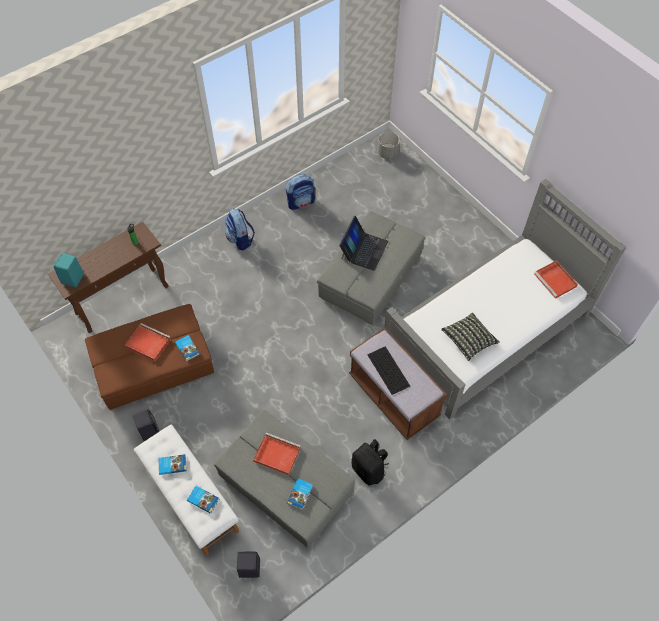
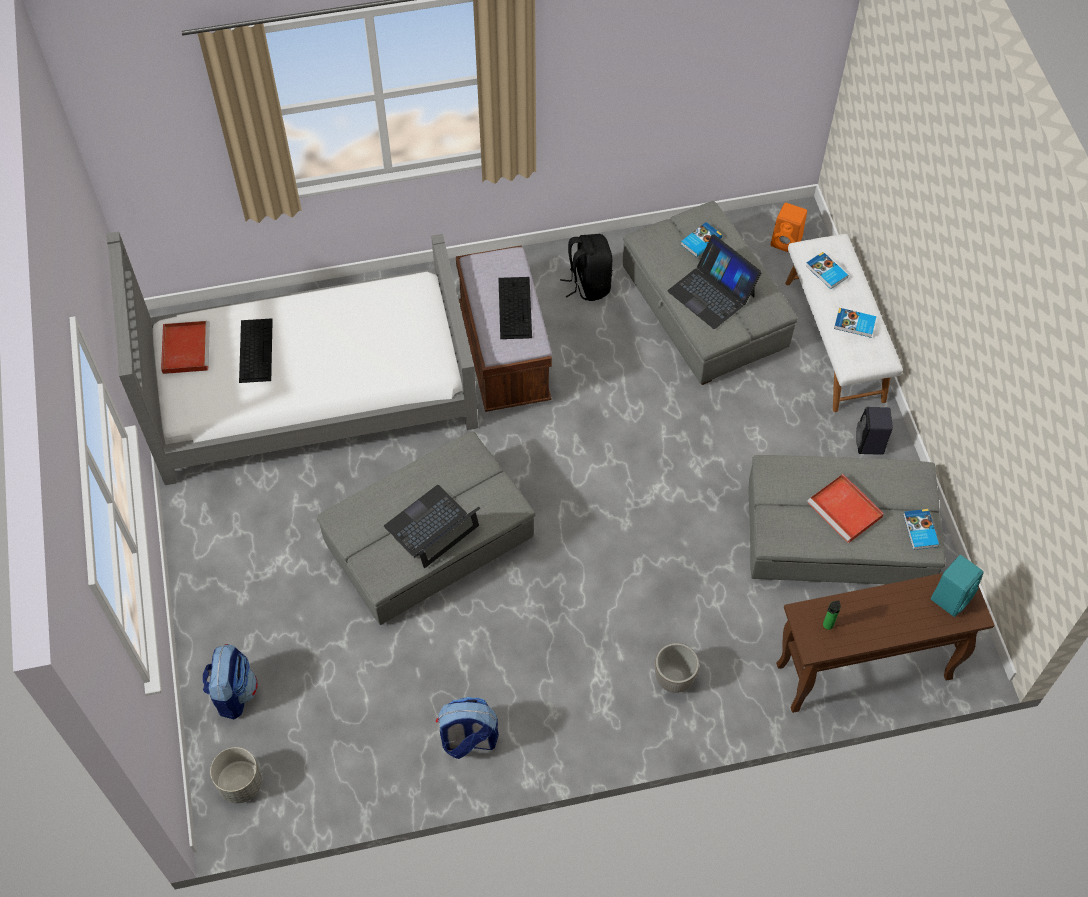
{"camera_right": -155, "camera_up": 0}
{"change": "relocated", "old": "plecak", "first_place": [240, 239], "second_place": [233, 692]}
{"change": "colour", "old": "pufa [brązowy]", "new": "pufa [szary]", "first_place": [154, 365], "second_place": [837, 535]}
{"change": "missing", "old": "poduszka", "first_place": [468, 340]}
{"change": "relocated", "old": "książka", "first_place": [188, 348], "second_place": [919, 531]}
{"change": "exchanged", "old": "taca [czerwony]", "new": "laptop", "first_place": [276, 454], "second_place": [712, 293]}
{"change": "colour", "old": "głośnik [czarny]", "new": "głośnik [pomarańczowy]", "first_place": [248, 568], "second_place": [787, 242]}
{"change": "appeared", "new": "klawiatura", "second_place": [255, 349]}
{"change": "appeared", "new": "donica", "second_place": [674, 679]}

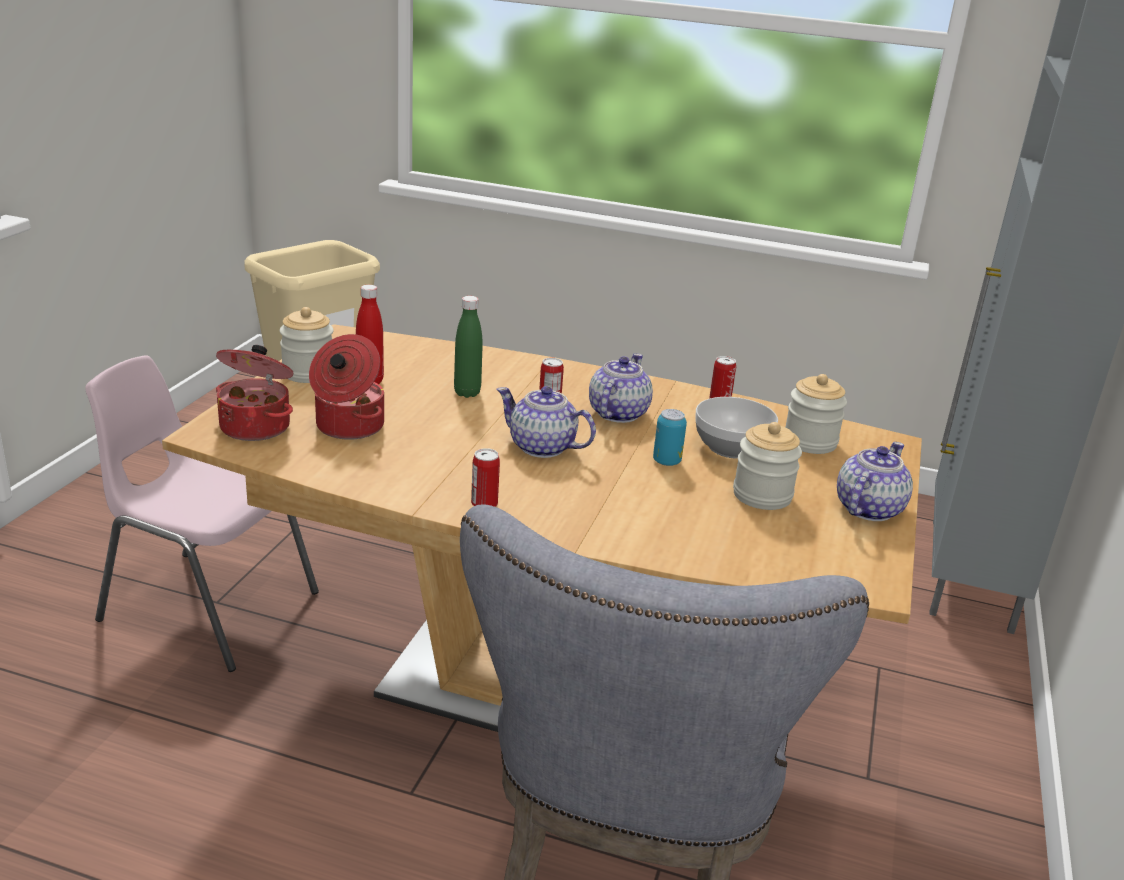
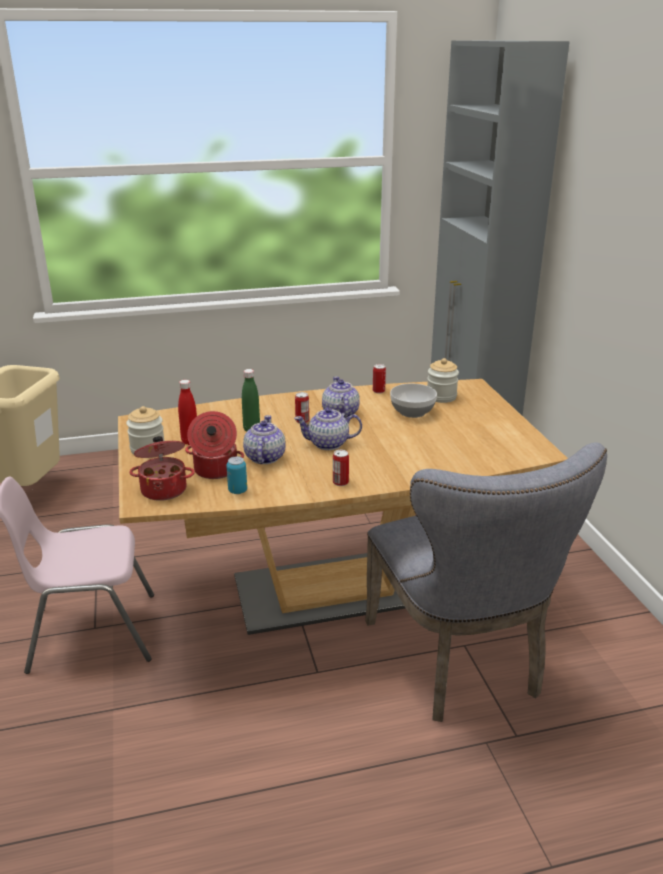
{"camera_right": -30, "camera_up": 0}
{"change": "relocated", "old": "puszka", "first_place": [666, 461], "second_place": [237, 491]}
{"change": "missing", "old": "słoik", "first_place": [762, 495]}
{"change": "relocated", "old": "imbryk", "first_place": [867, 509], "second_place": [264, 458]}

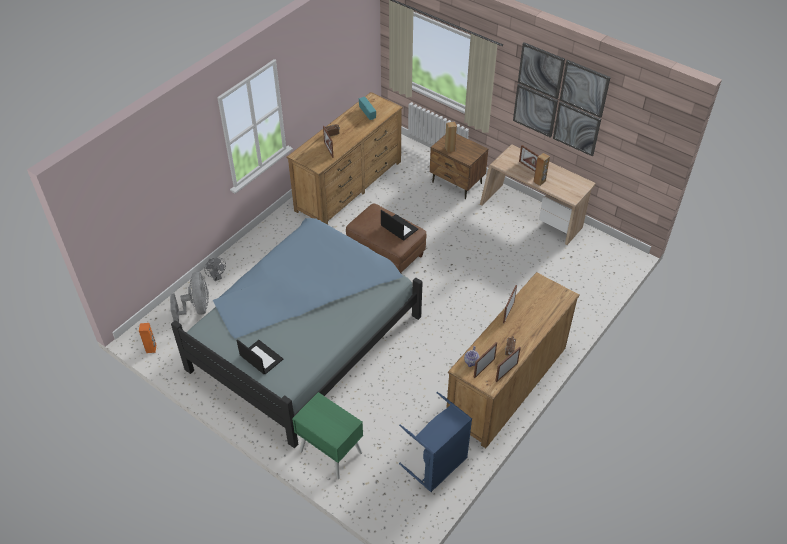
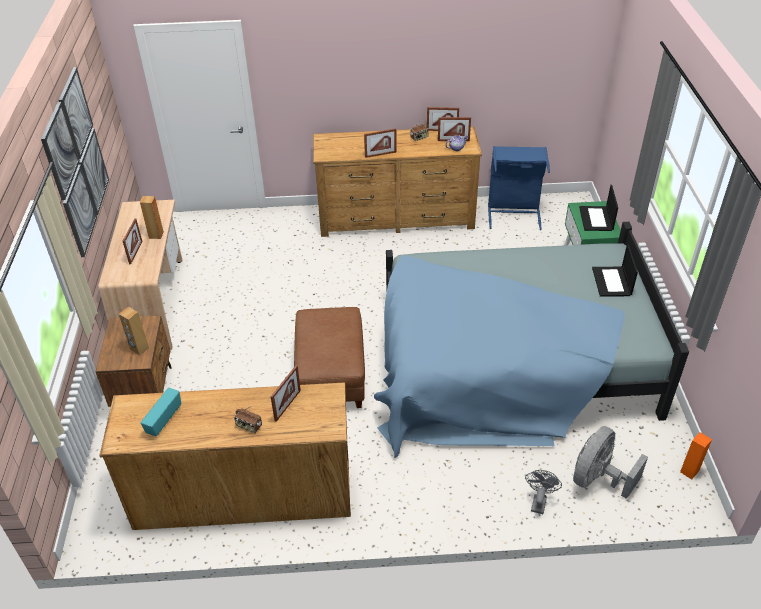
{"camera_right": -130, "camera_up": -5}
{"change": "relocated", "old": "laptop", "first_place": [398, 227], "second_place": [596, 219]}

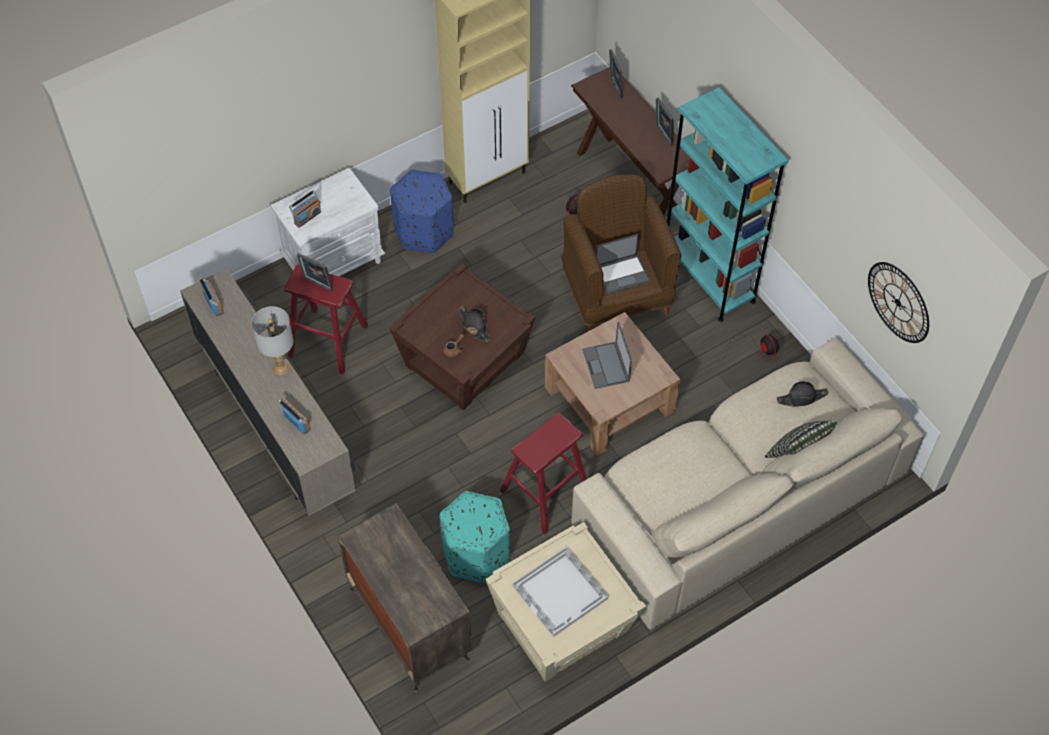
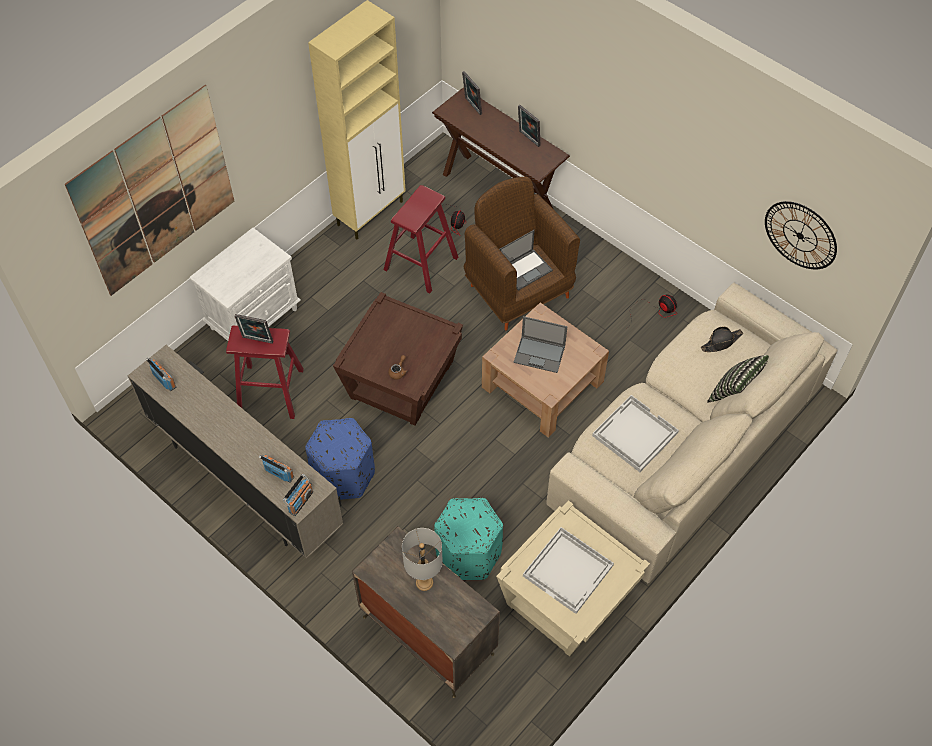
{"camera_right": -15, "camera_up": 0}
{"change": "missing", "old": "regał [turkusowy]", "first_place": [708, 277]}
{"change": "relocated", "old": "pufa [niebieski]", "first_place": [424, 231], "second_place": [344, 475]}
{"change": "relocated", "old": "radio", "first_place": [307, 217], "second_place": [300, 502]}
{"change": "relocated", "old": "lampa stołowa [szary]", "first_place": [280, 368], "second_place": [424, 582]}
{"change": "missing", "old": "kapelusz [czarny]", "first_place": [474, 326]}
{"change": "spun", "old": "laptop", "first_place": [606, 366], "second_place": [540, 354], "degrees": -45}
{"change": "relocated", "old": "stołek [czerwony]", "first_place": [545, 493], "second_place": [421, 263]}
{"change": "appeared", "new": "obraz", "second_place": [155, 192]}
{"change": "appeared", "new": "taca [biały]", "second_place": [634, 434]}

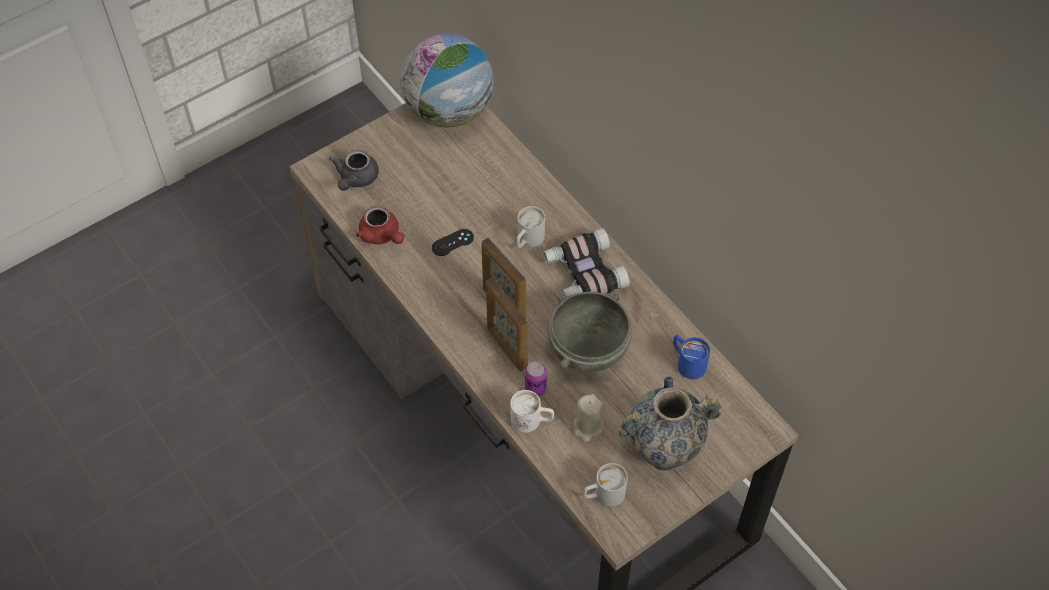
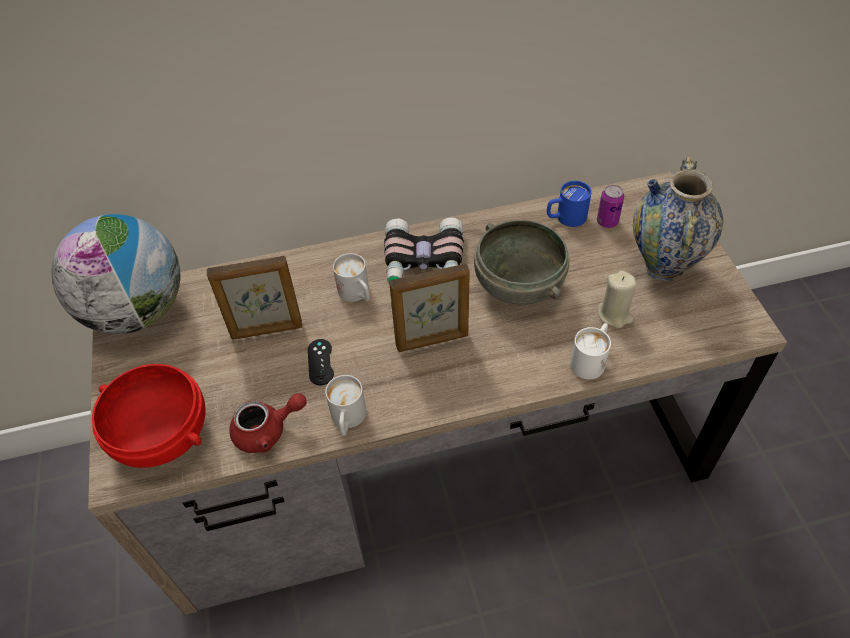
{"camera_right": -65, "camera_up": -5}
{"change": "exchanged", "old": "imbryk [szary]", "new": "miska [czerwony]", "first_place": [355, 179], "second_place": [164, 435]}
{"change": "relocated", "old": "ramka na zdjęcie", "first_place": [506, 347], "second_place": [267, 330]}
{"change": "relocated", "old": "puszka", "first_place": [535, 389], "second_place": [607, 221]}
{"change": "relocated", "old": "kubek [biały]", "first_place": [603, 495], "second_place": [348, 420]}

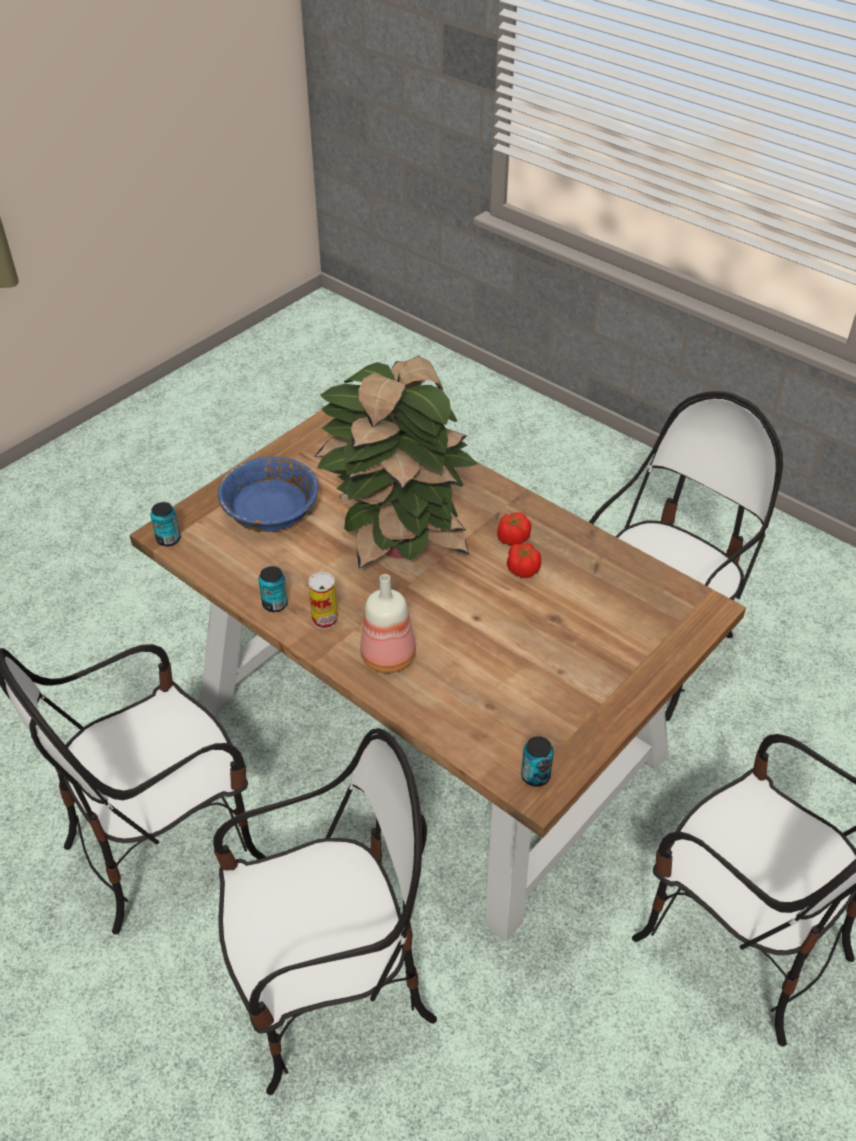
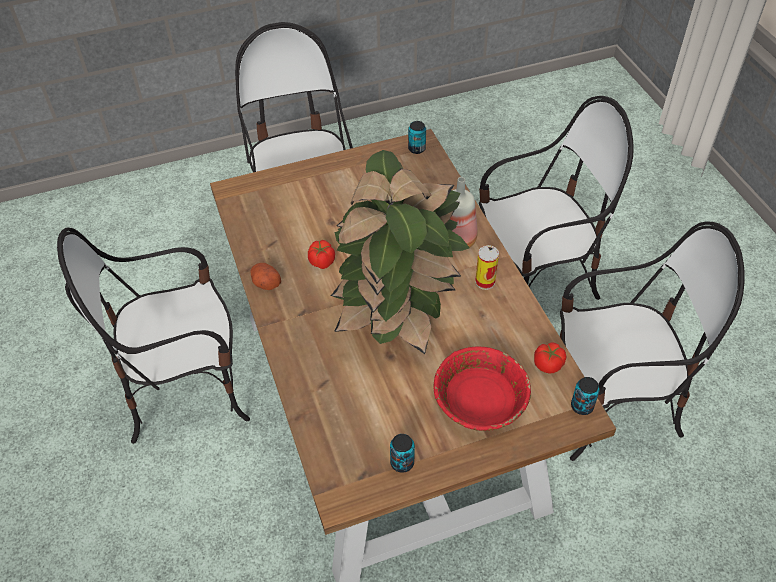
{"camera_right": -150, "camera_up": 5}
{"change": "colour", "old": "miska [niebieski]", "new": "miska [czerwony]", "first_place": [270, 509], "second_place": [480, 400]}
{"change": "relocated", "old": "pomidor", "first_place": [513, 539], "second_place": [548, 364]}
{"change": "relocated", "old": "puszka", "first_place": [275, 604], "second_place": [402, 463]}
{"change": "spun", "old": "krzesło", "first_place": [330, 991], "second_place": [534, 286], "degrees": 150}
{"change": "appeared", "new": "ziemniak", "second_place": [265, 282]}

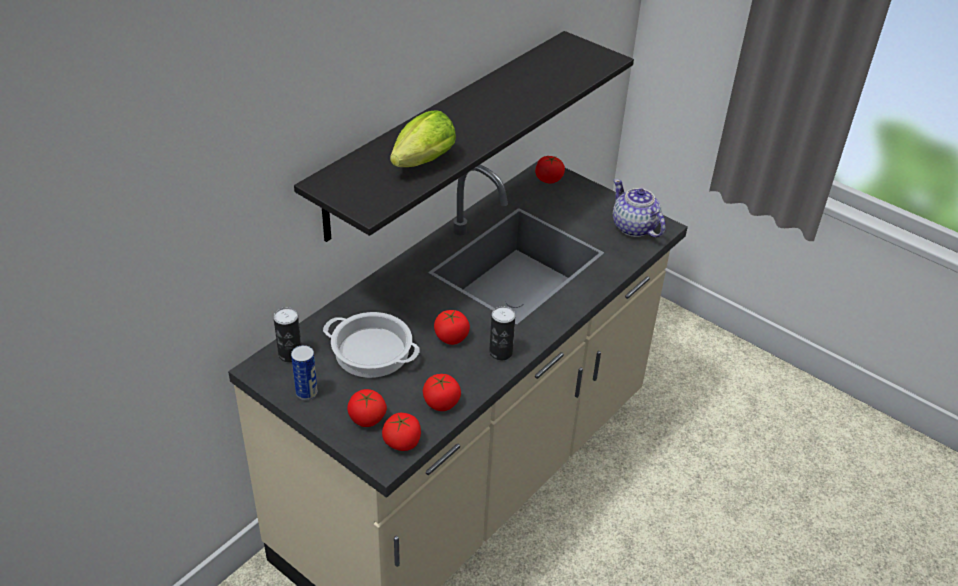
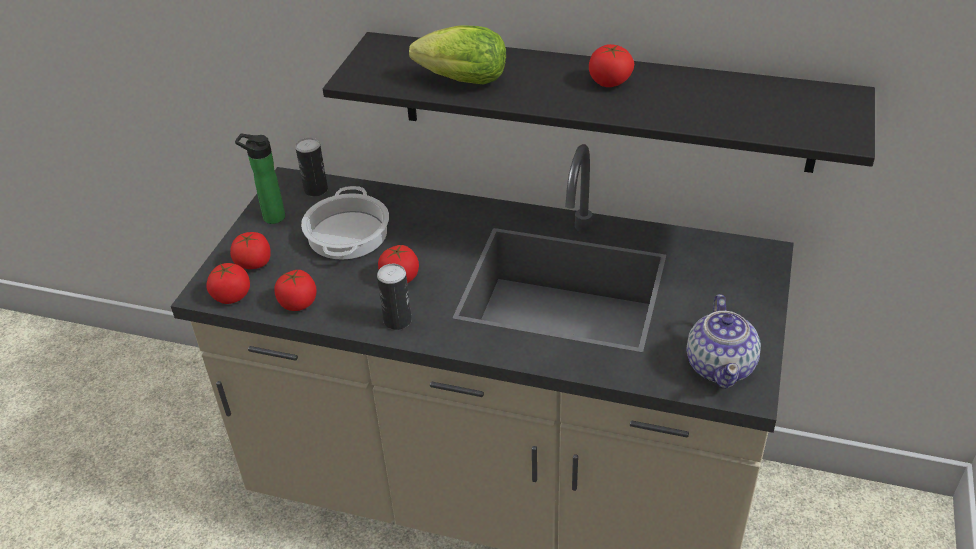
{"camera_right": 70, "camera_up": 0}
{"change": "relocated", "old": "pomidor", "first_place": [548, 179], "second_place": [609, 82]}
{"change": "spun", "old": "imbryk", "first_place": [634, 228], "second_place": [720, 366], "degrees": 150}
{"change": "exchanged", "old": "puszka", "new": "butelka", "first_place": [306, 393], "second_place": [270, 217]}

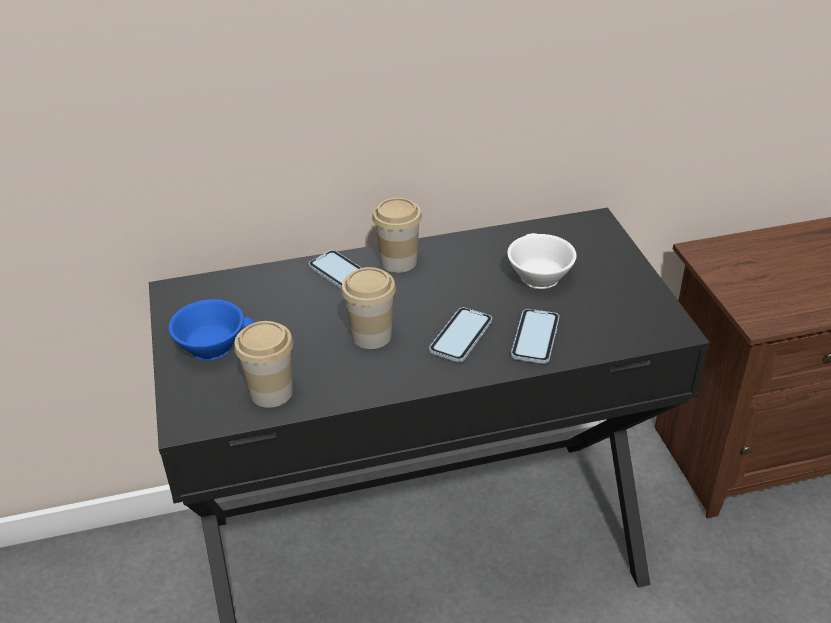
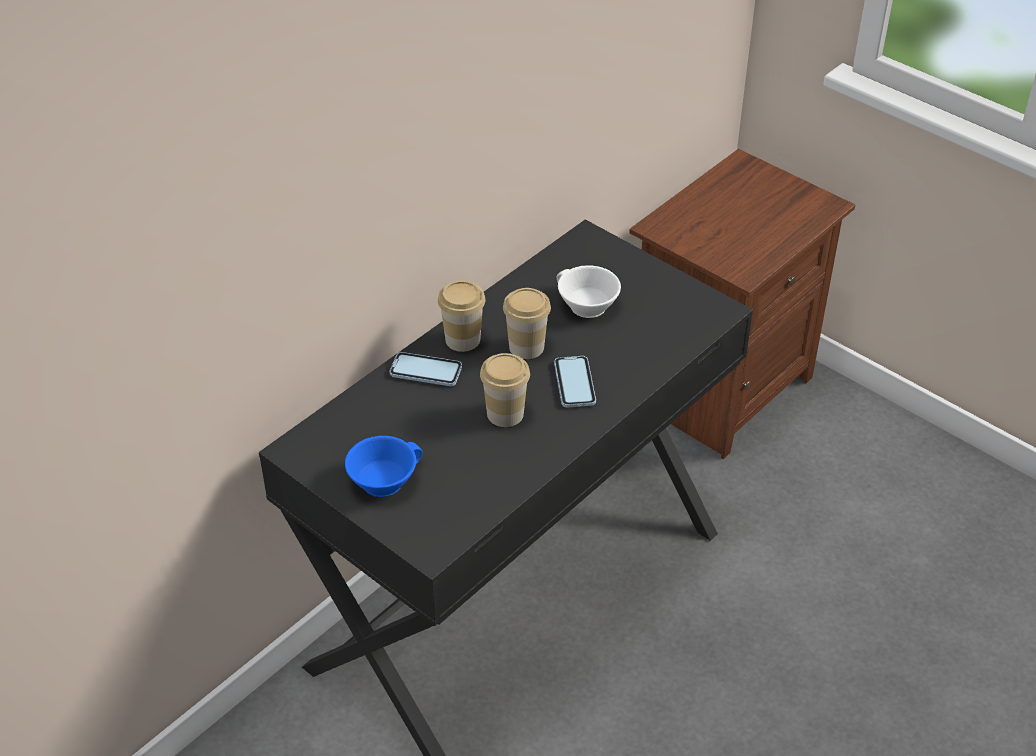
{"camera_right": -35, "camera_up": 5}
{"change": "missing", "old": "telefon", "first_place": [535, 338]}
{"change": "relocated", "old": "filiżanka", "first_place": [271, 392], "second_place": [526, 347]}

